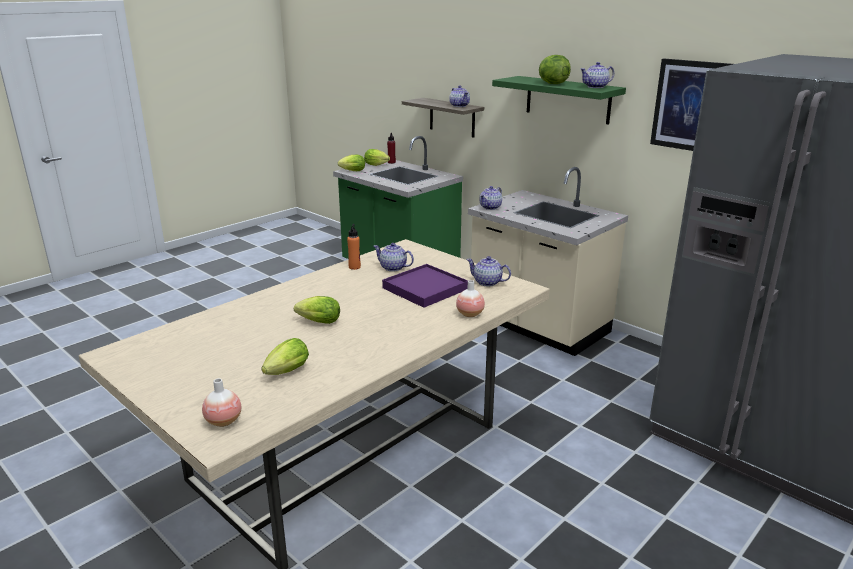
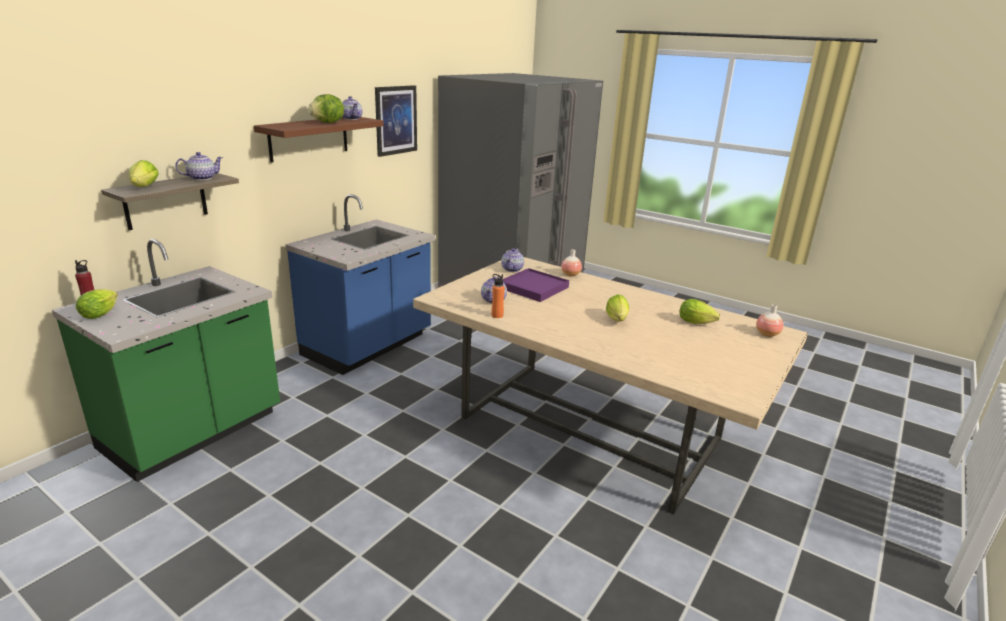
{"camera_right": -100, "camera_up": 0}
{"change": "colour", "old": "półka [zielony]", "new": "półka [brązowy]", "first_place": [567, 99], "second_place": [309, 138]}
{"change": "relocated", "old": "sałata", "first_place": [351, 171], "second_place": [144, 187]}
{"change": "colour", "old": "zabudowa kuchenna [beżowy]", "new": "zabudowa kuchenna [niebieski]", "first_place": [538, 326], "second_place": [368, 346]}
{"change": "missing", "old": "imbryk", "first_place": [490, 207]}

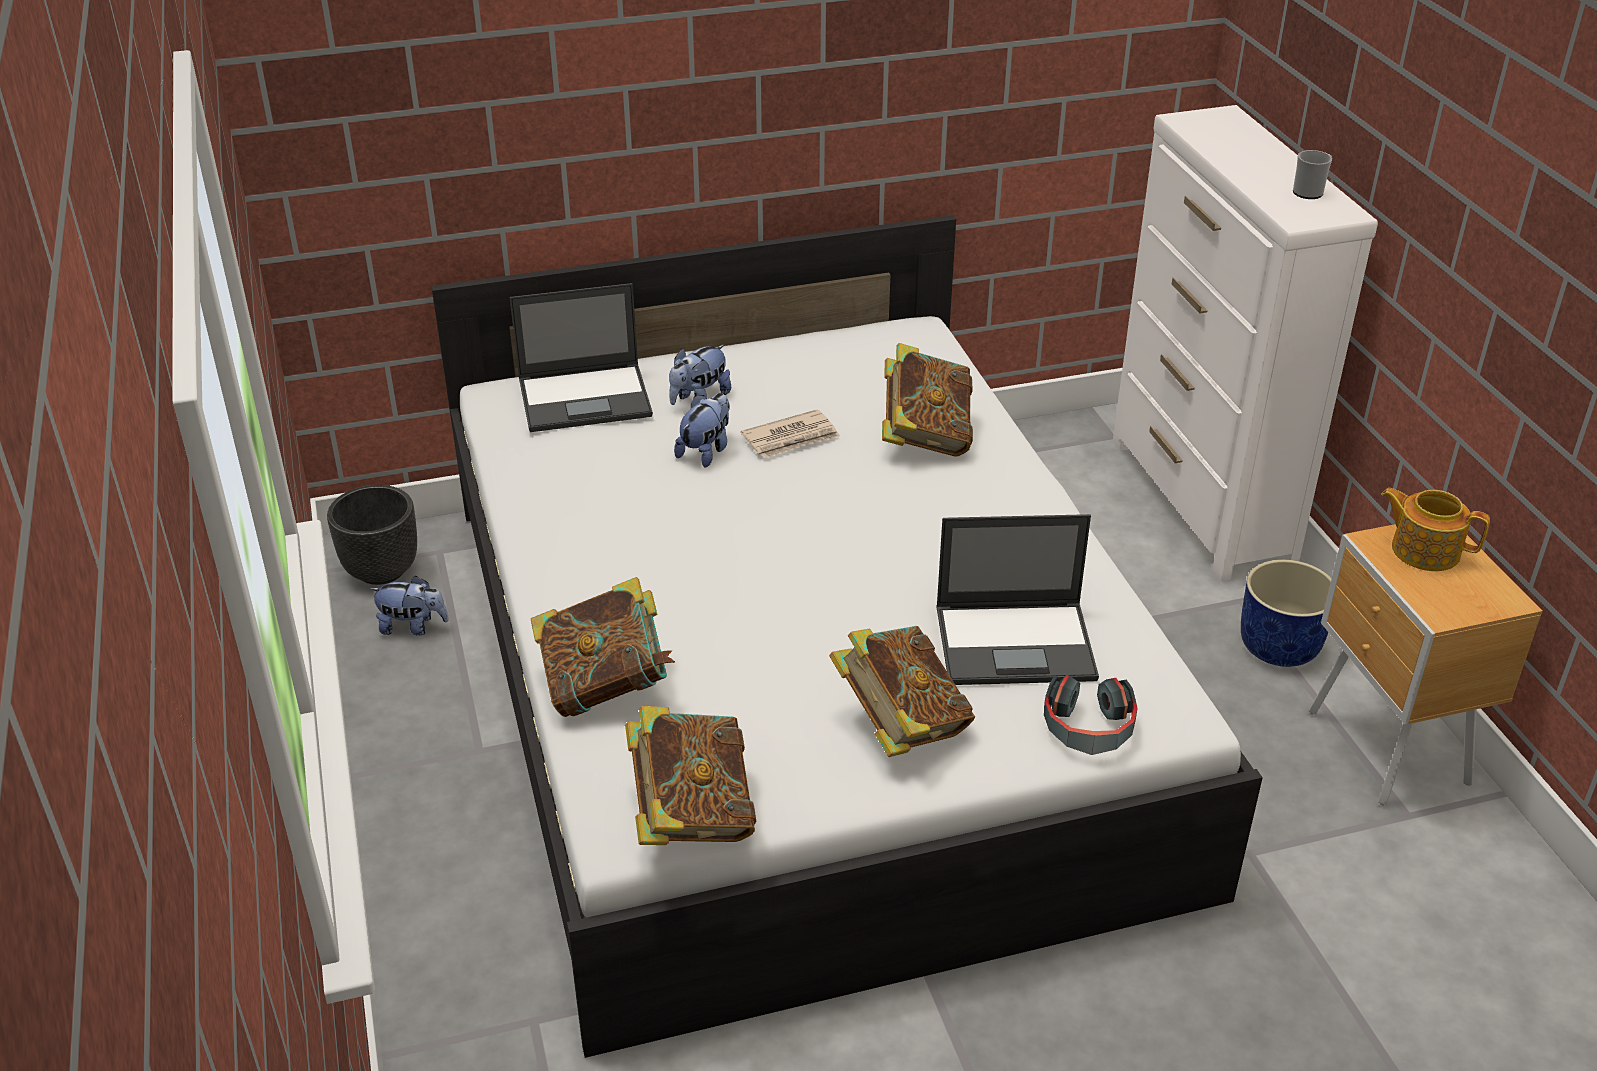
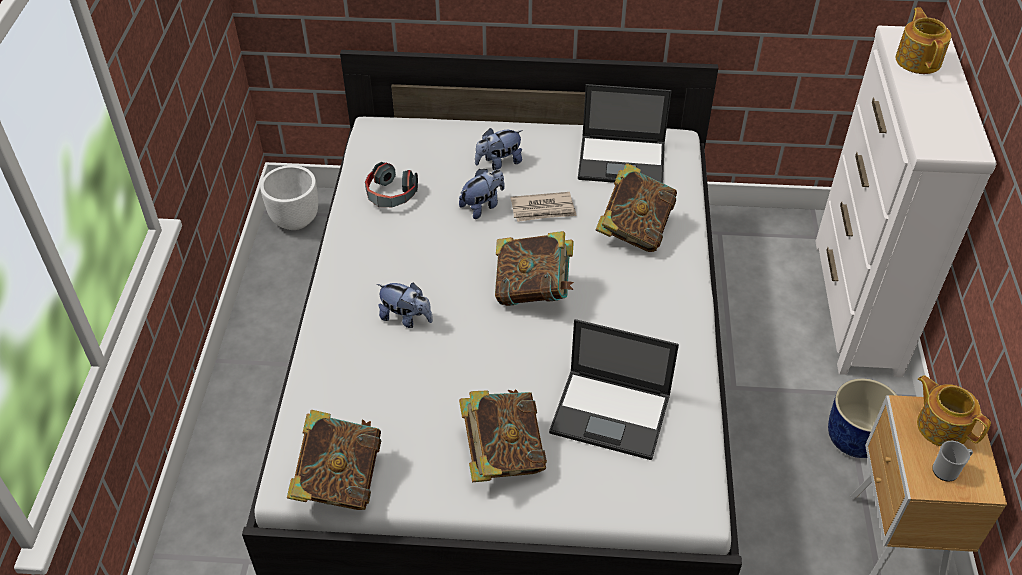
{"camera_right": 20, "camera_up": 10}
{"change": "relocated", "old": "kubek", "first_place": [1310, 191], "second_place": [948, 470]}
{"change": "relocated", "old": "laptop", "first_place": [586, 398], "second_place": [623, 160]}
{"change": "colour", "old": "donica [czarny]", "new": "donica [biały]", "first_place": [382, 569], "second_place": [295, 219]}
{"change": "relocated", "old": "pluszak", "first_place": [413, 627], "second_place": [406, 318]}
{"change": "relocated", "old": "książka", "first_place": [606, 686], "second_place": [533, 291]}
{"change": "relocated", "old": "słuchawki", "first_place": [1088, 729], "second_place": [390, 194]}
{"change": "appeared", "new": "imbryk", "second_place": [918, 60]}

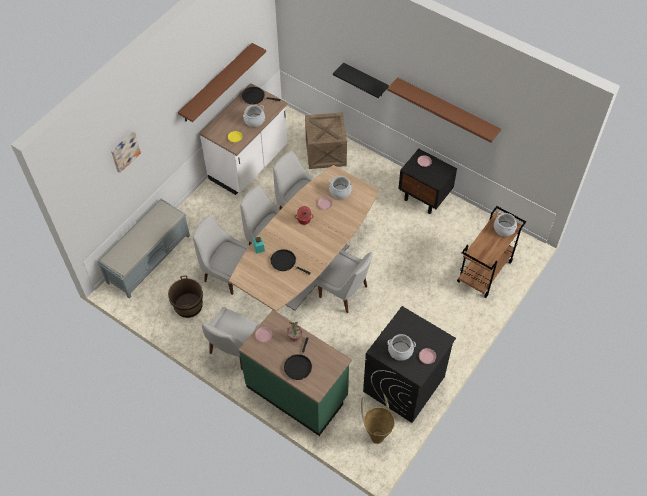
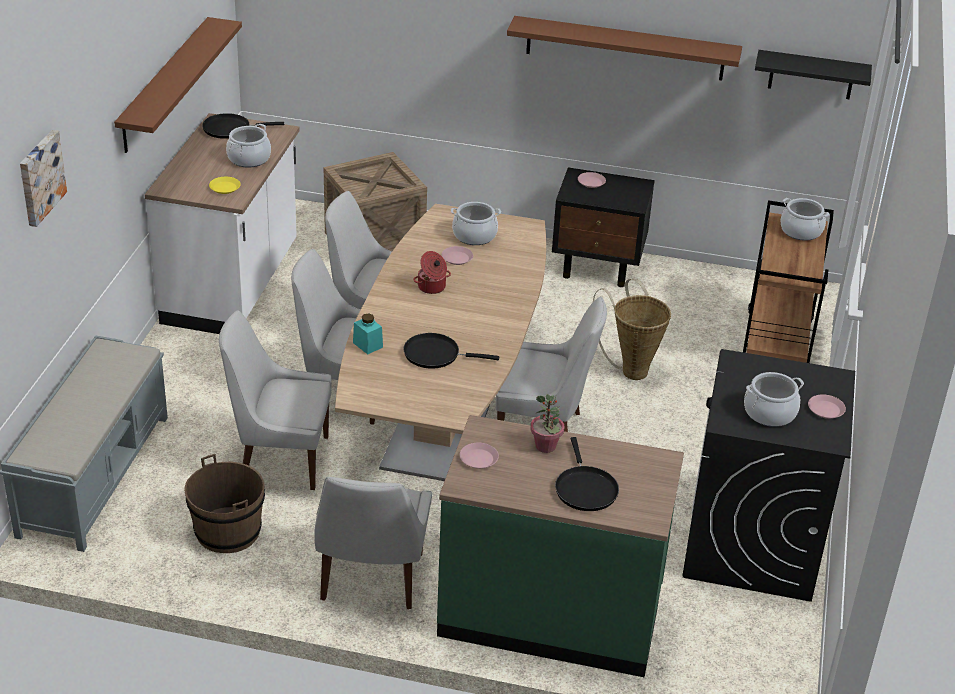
{"camera_right": -25, "camera_up": -20}
{"change": "relocated", "old": "półka [czarny]", "first_place": [365, 80], "second_place": [811, 75]}
{"change": "relocated", "old": "koszyk", "first_place": [376, 433], "second_place": [631, 369]}

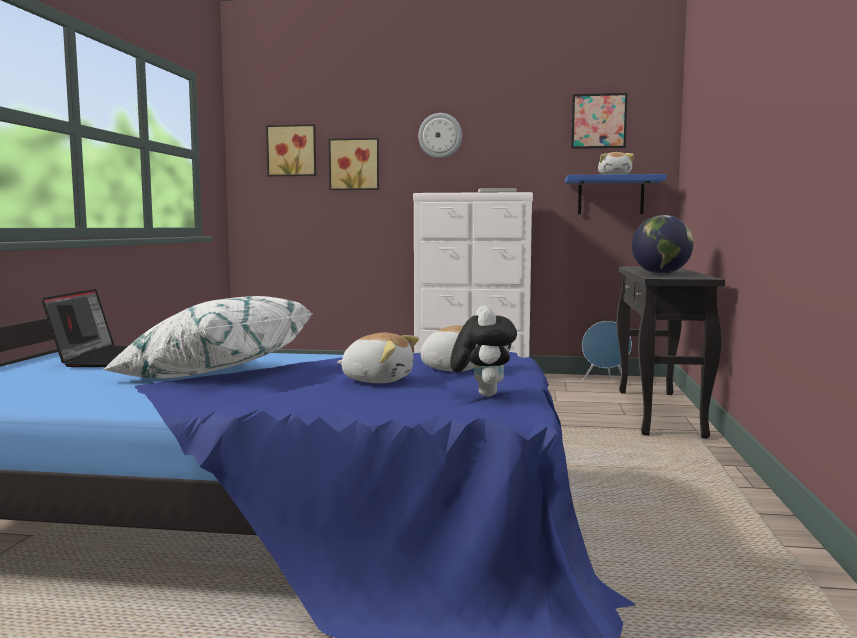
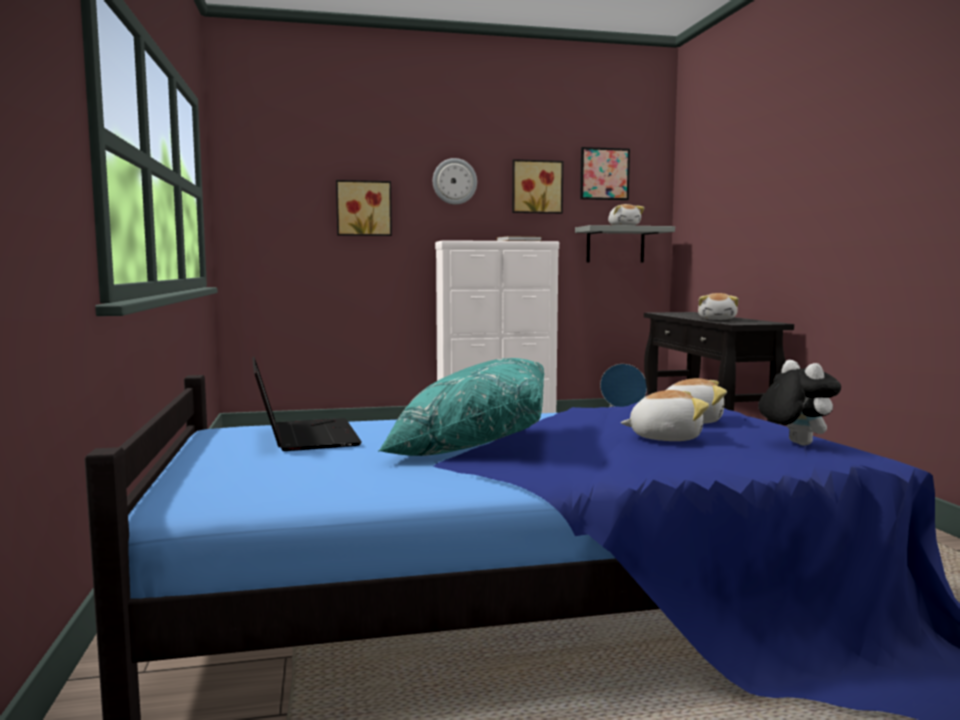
{"camera_right": -20, "camera_up": 0}
{"change": "relocated", "old": "obraz", "first_place": [292, 150], "second_place": [536, 187]}
{"change": "colour", "old": "półka [niebieski]", "new": "półka [szary]", "first_place": [610, 195], "second_place": [615, 245]}
{"change": "exchanged", "old": "globus", "new": "pluszak", "first_place": [661, 273], "second_place": [717, 319]}
{"change": "colour", "old": "poduszka [biały]", "new": "poduszka [turkusowy]", "first_place": [213, 374], "second_place": [469, 445]}

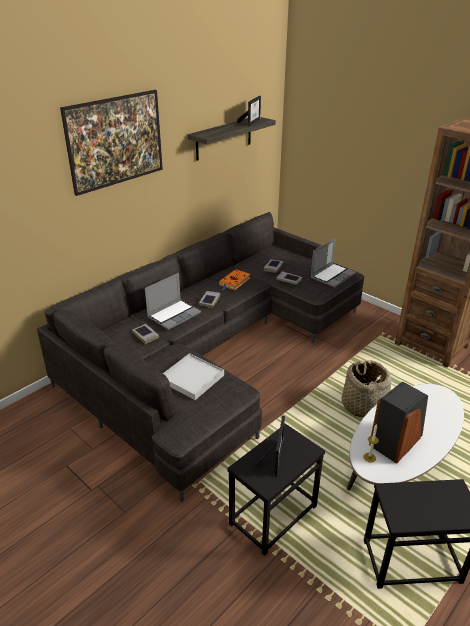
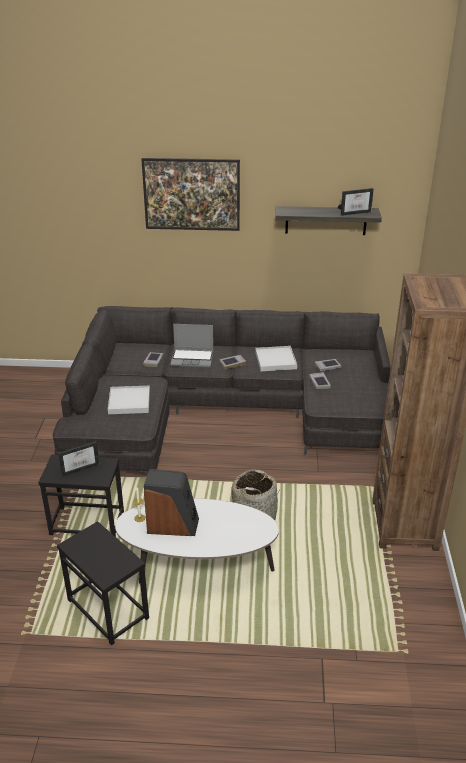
{"camera_right": 50, "camera_up": 0}
{"change": "missing", "old": "laptop", "first_place": [332, 275]}
{"change": "exchanged", "old": "książka [pomarańczowy]", "new": "taca [biały]", "first_place": [234, 282], "second_place": [275, 360]}

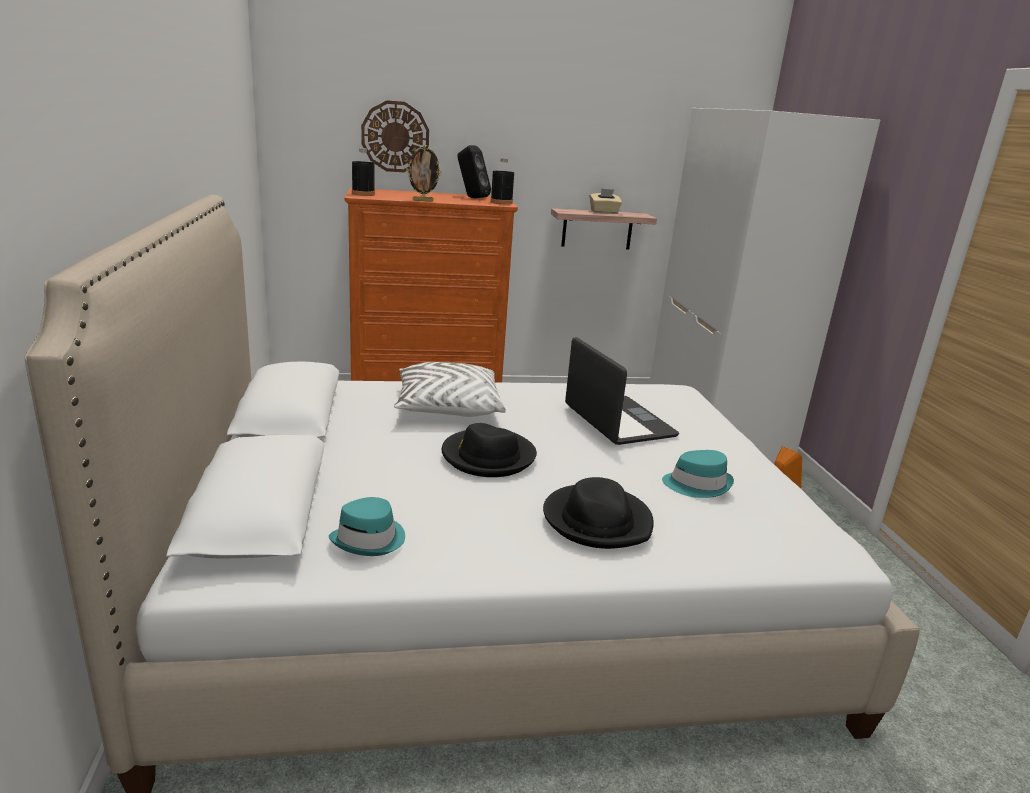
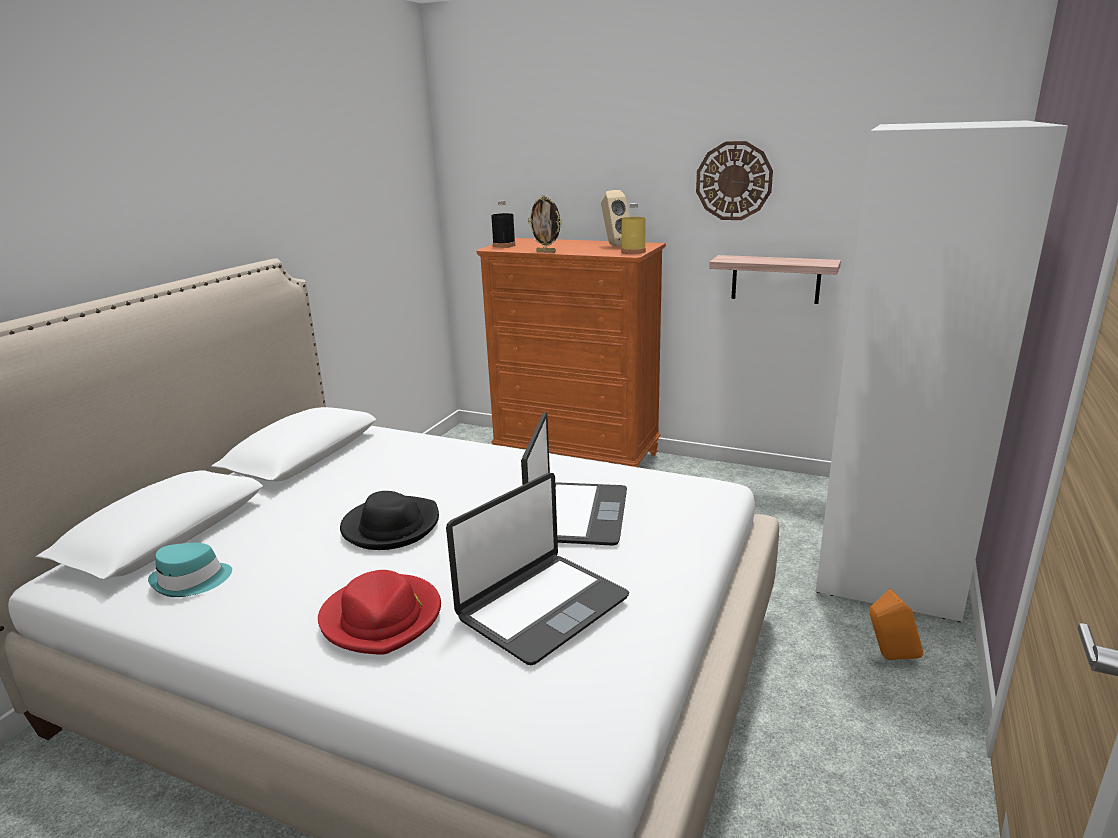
{"camera_right": 35, "camera_up": 0}
{"change": "relocated", "old": "zegar ścienny", "first_place": [395, 137], "second_place": [734, 181]}
{"change": "colour", "old": "głośnik [czarny]", "new": "głośnik [beżowy]", "first_place": [471, 197], "second_place": [614, 246]}
{"change": "colour", "old": "butelka [czarny]", "new": "butelka [żółty]", "first_place": [501, 202], "second_place": [633, 252]}
{"change": "missing", "old": "pudełko chusteczek [beżowy]", "first_place": [604, 212]}
{"change": "missing", "old": "poduszka [biały]", "first_place": [447, 407]}
{"change": "exchanged", "old": "kapelusz [turkusowy]", "new": "laptop", "first_place": [697, 484], "second_place": [542, 607]}
{"change": "colour", "old": "kapelusz [czarny]", "new": "kapelusz [czerwony]", "first_place": [597, 520], "second_place": [382, 618]}

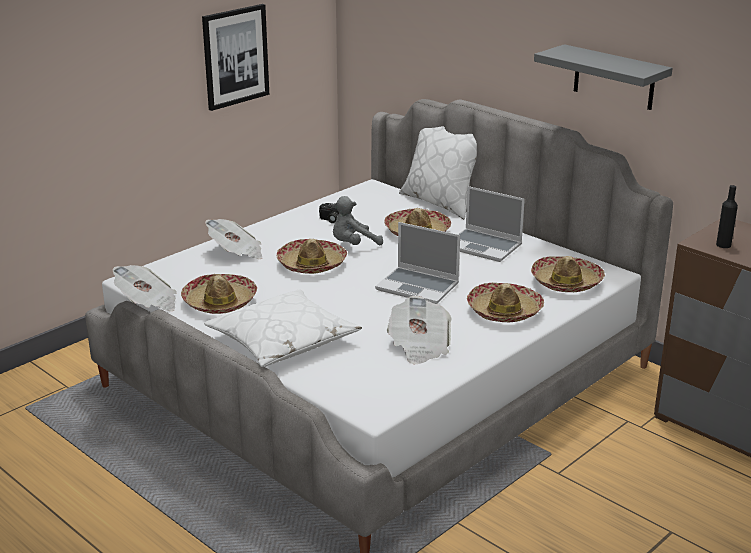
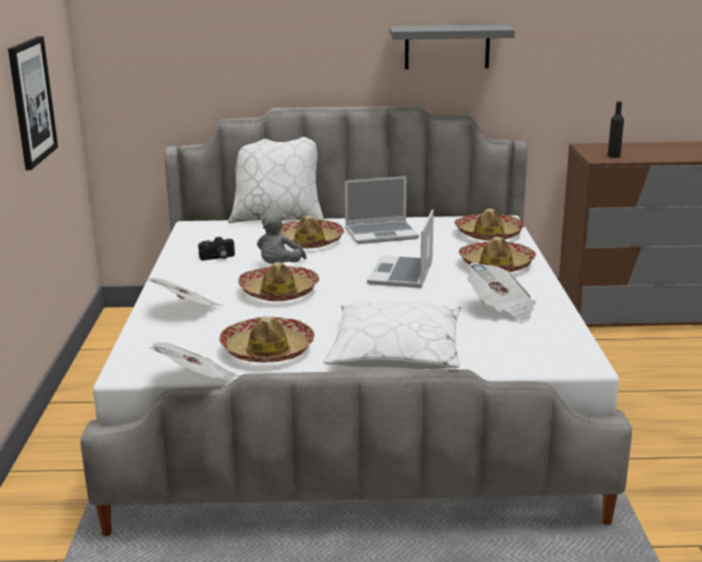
{"camera_right": -45, "camera_up": -5}
{"change": "spun", "old": "laptop", "first_place": [419, 287], "second_place": [402, 274], "degrees": 120}

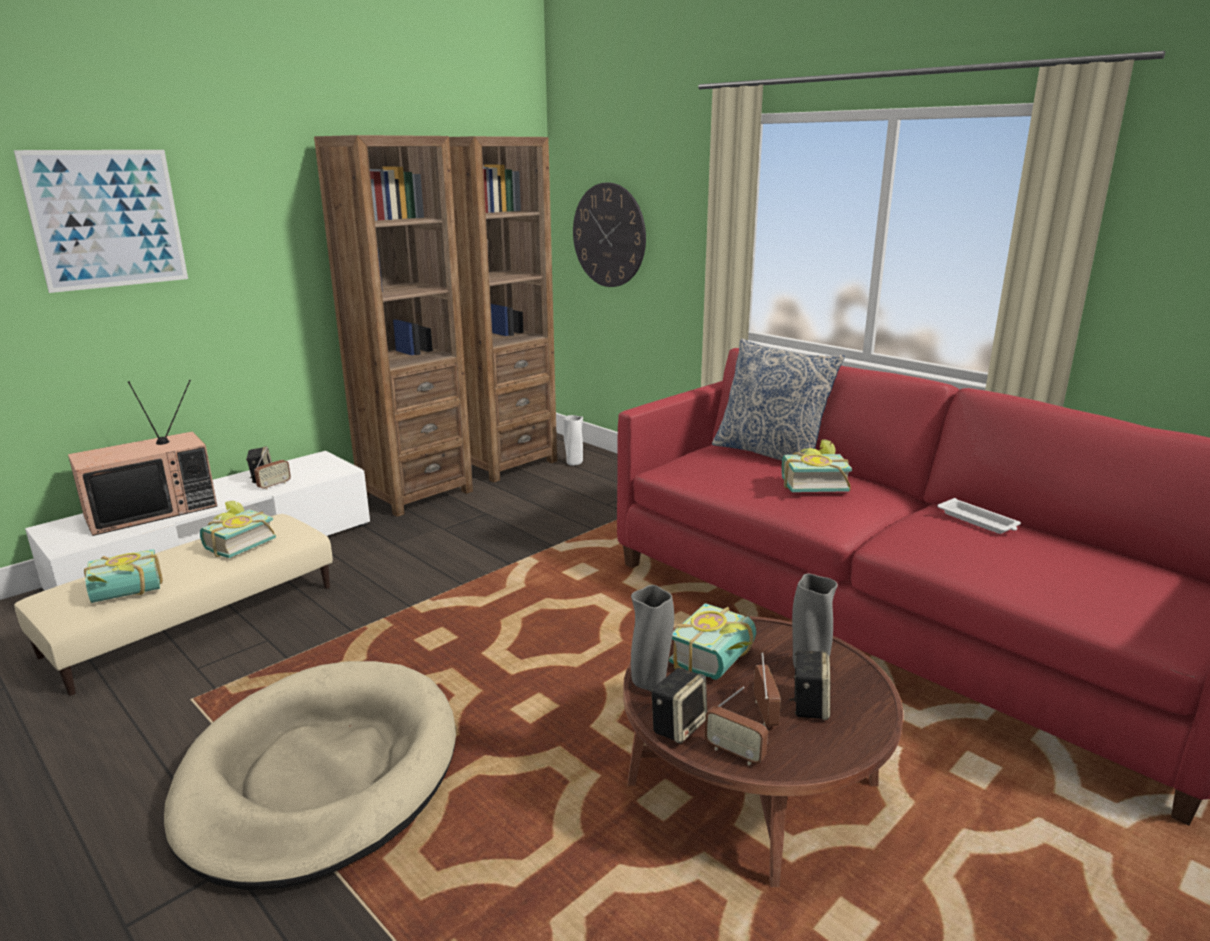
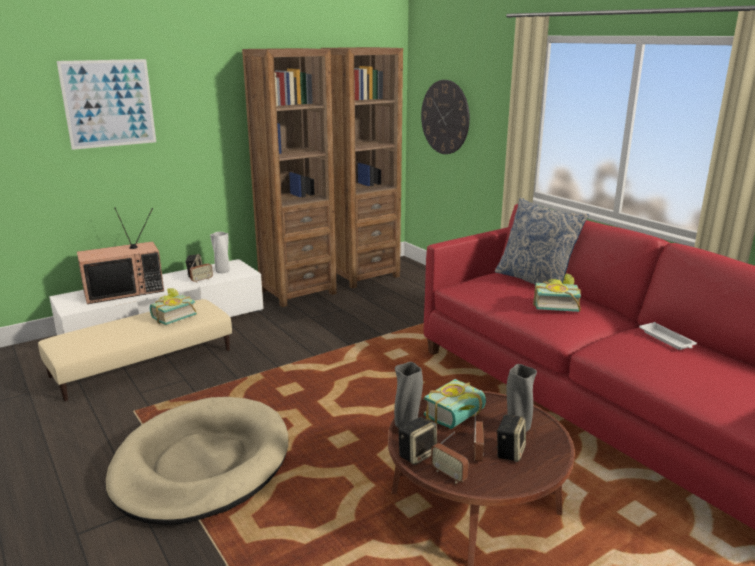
{"camera_right": 10, "camera_up": 0}
{"change": "relocated", "old": "wazon [biały]", "first_place": [574, 463], "second_place": [222, 271]}
{"change": "missing", "old": "książka", "first_place": [126, 594]}

